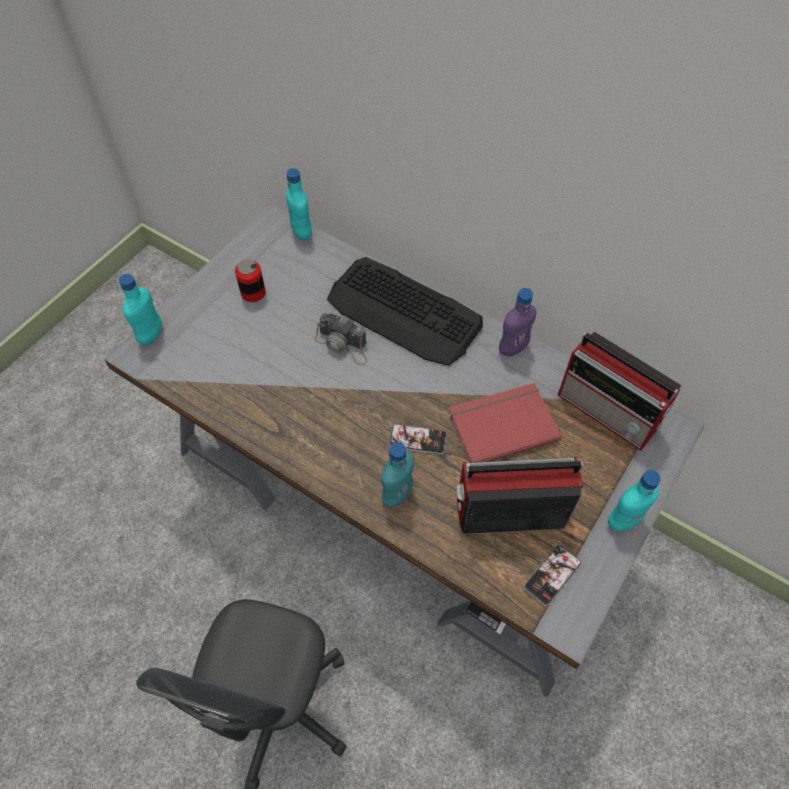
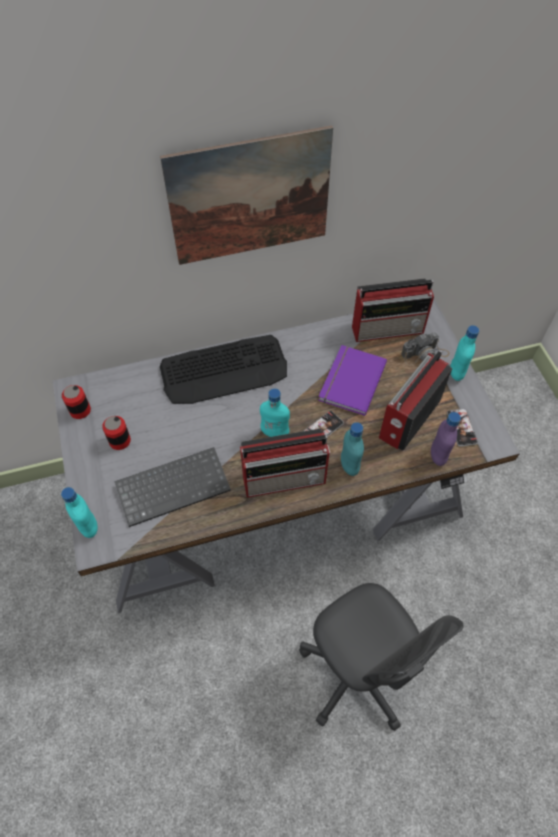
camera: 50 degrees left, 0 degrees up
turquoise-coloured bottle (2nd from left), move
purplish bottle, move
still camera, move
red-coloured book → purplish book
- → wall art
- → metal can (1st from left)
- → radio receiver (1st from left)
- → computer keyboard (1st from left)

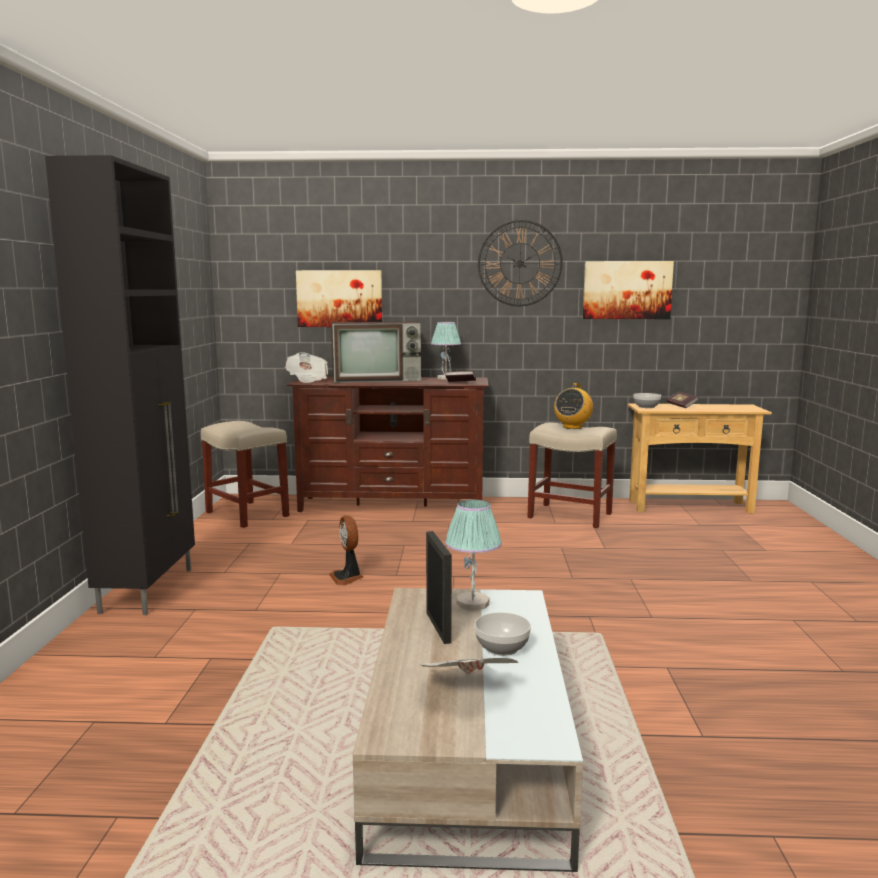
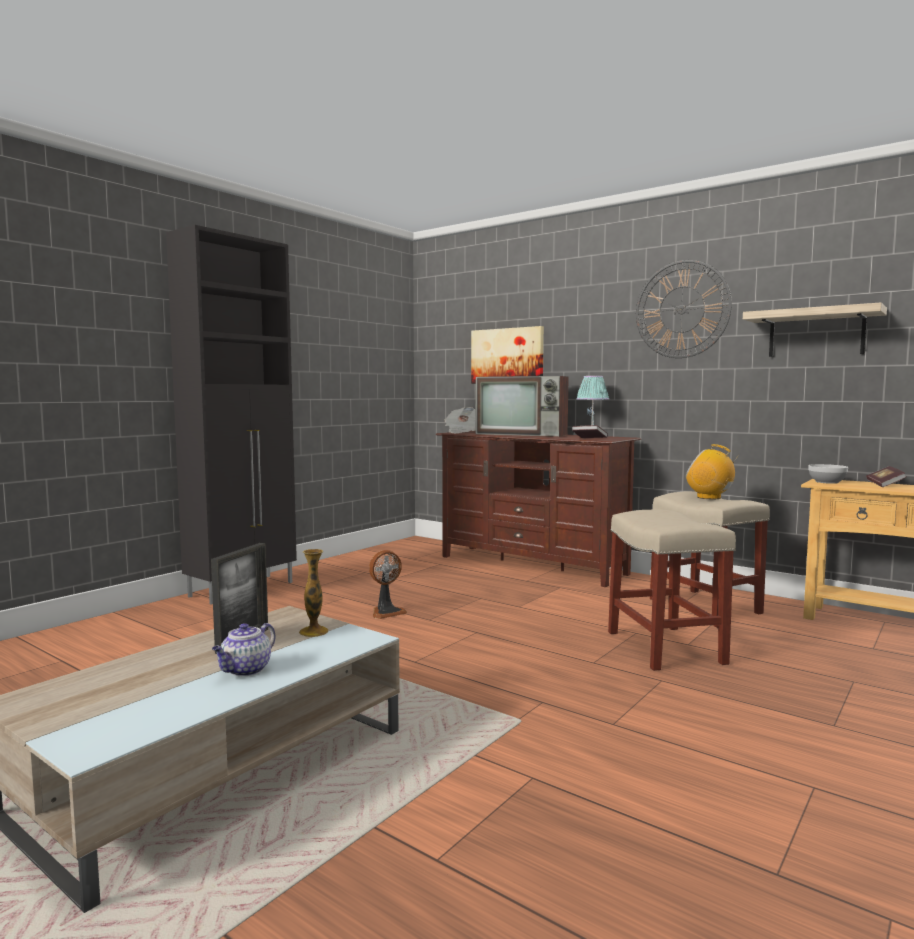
camera: 35 degrees right, 5 degrees down
wall art (2nd from left) → wall shelf
radio receiver, 60 degrees clockwise
beige stool (1st from left), move
lamp for a table (2nd from left) → vase
electric fan, 135 degrees counterclockwise
serving bowl (1st from left) → pot for tea
newspaper (2nd from left) → -

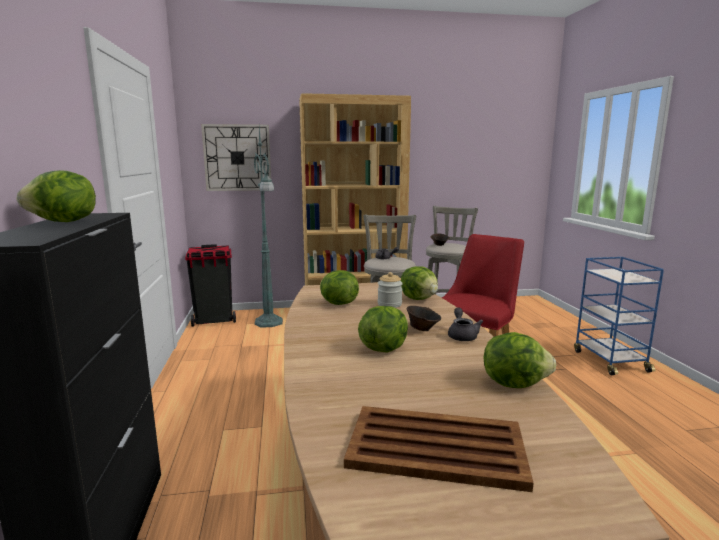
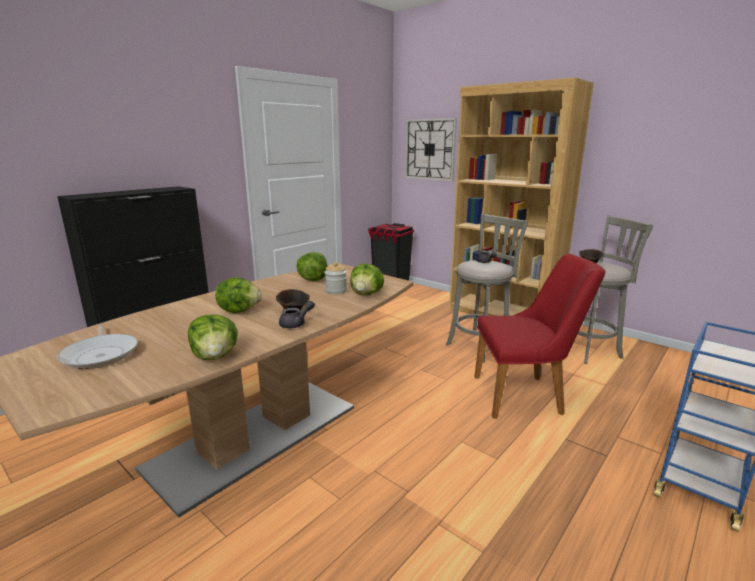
camera: 50 degrees right, 5 degrees up
greenish floor lamp → -
head of lettuce (1st from left) → -
brown-coloured tray → skillet

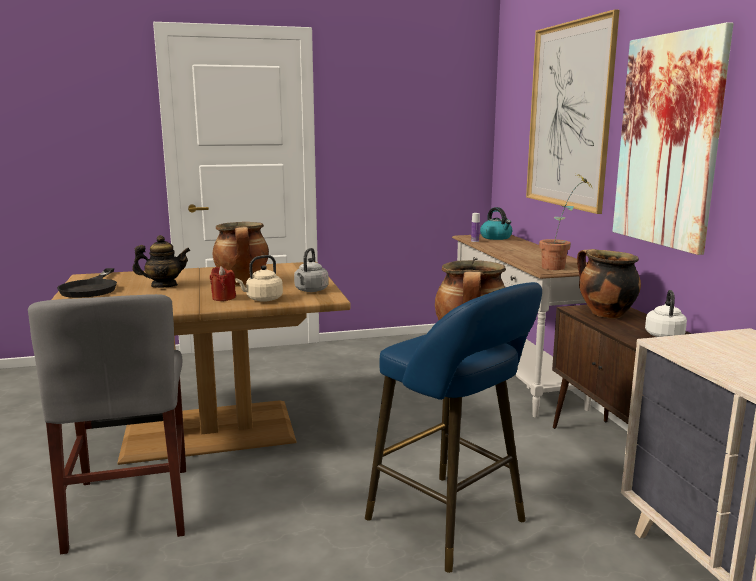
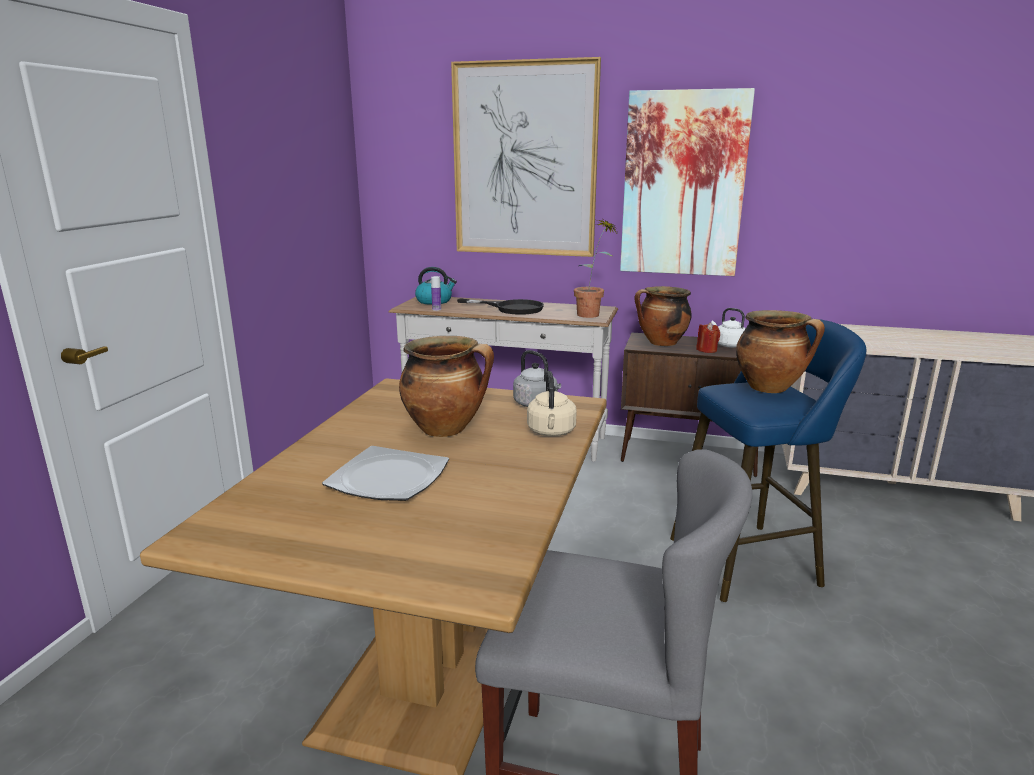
camera: 60 degrees left, 5 degrees up
pot for tea → dinner plate
red-coloured wax candle, move
black-coloured skillet, move

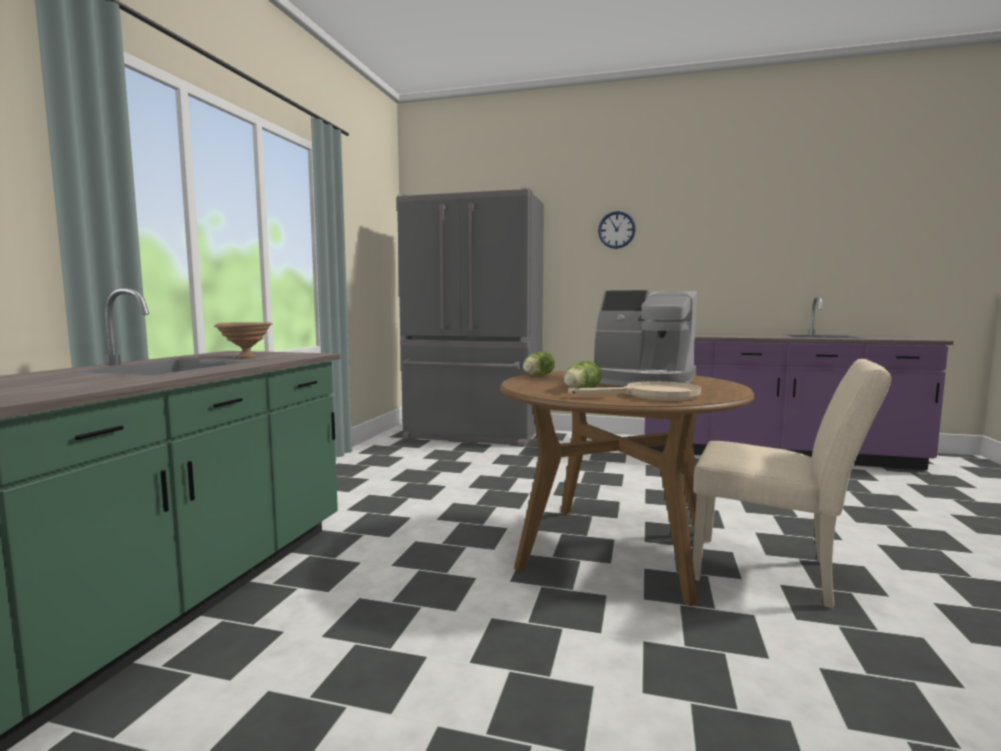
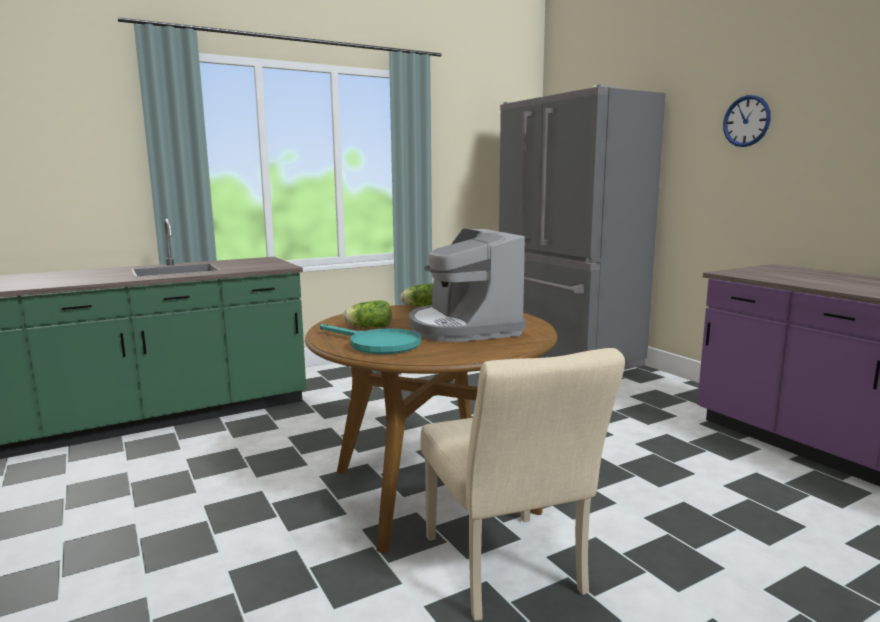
camera: 45 degrees right, 5 degrees up
brown-coloured serving bowl → -
beige skillet → turquoise-coloured skillet

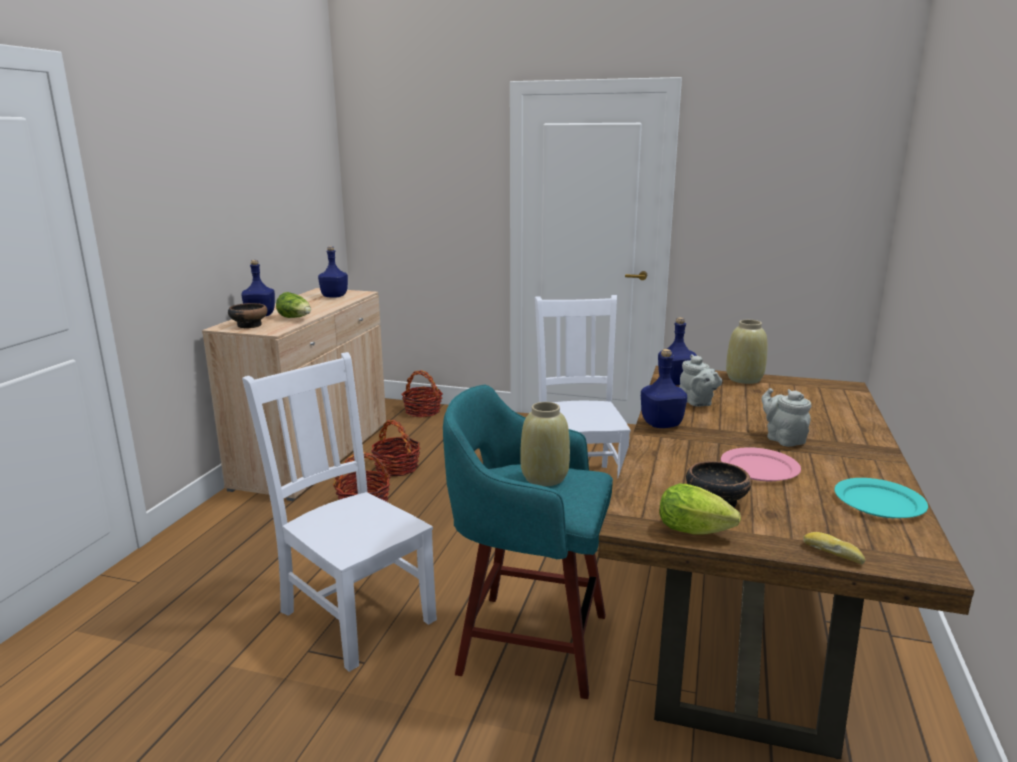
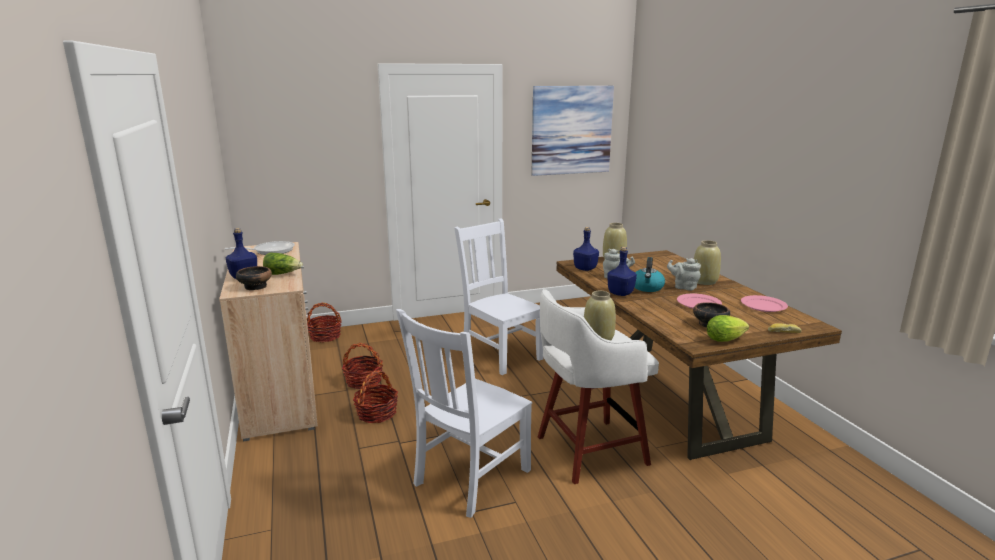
camera: 35 degrees left, 0 degrees up
blue-coloured bottle (2nd from left) → skillet
white-coloured plain chair (1st from left), 60 degrees counterclockwise
turquoise-coloured stool → white-coloured stool
turquoise-coloured dinner plate → pinkish dinner plate (2nd from left)
- → wall art
- → beige vase (3rd from left)
- → tea kettle

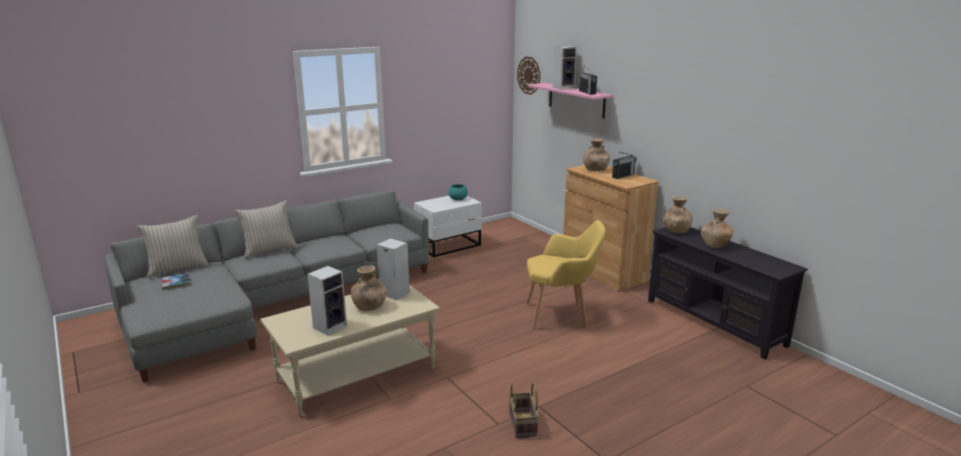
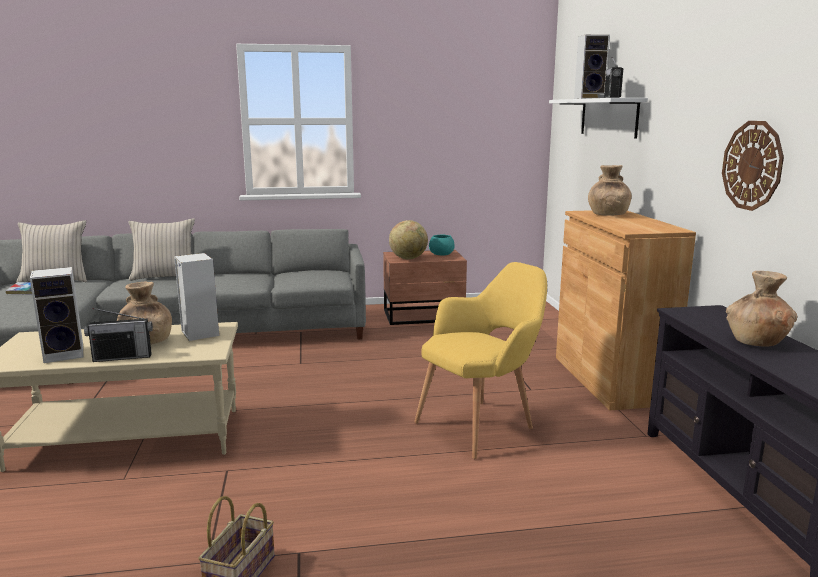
camera: 25 degrees right, 5 degrees down
clock on the wall, move
pinkish wall shelf → white-coloured wall shelf
radio receiver (2nd from left in the first image) → radio receiver (1st from left), move
white-coloured nightstand → brown-coloured nightstand
brown-coloured vase (3rd from left) → -
yellowish easy chair, 60 degrees counterclockwise
- → world globe

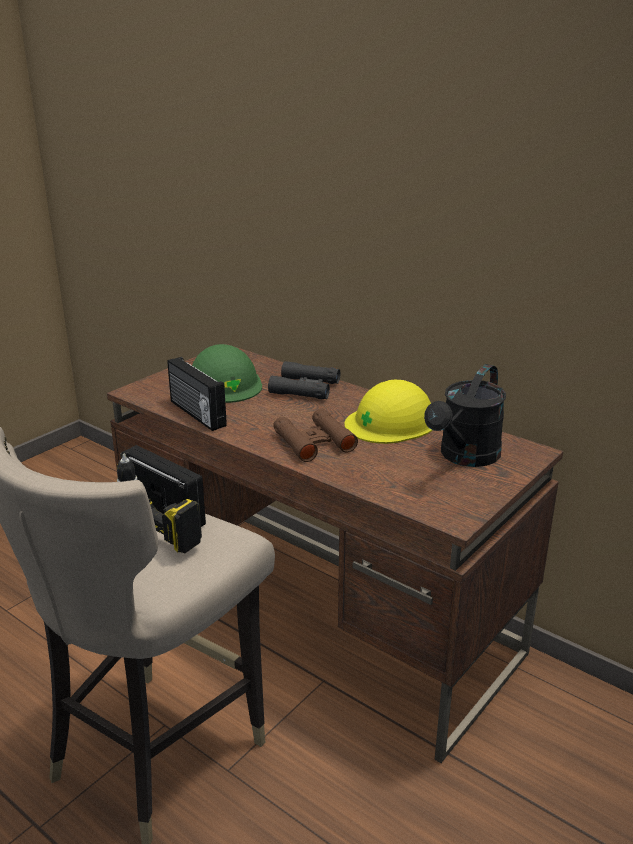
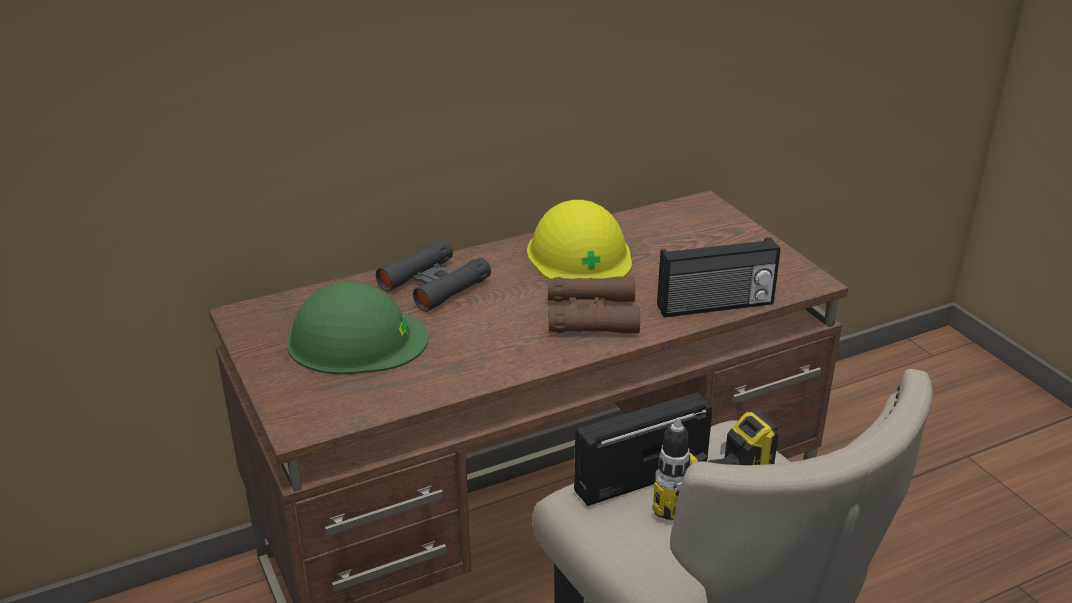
camera: 65 degrees left, 5 degrees up
radio receiver (2nd from left), move
black-coloured watering can → -

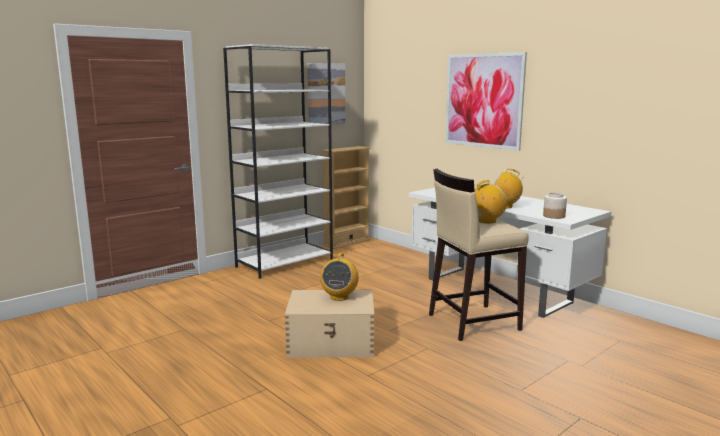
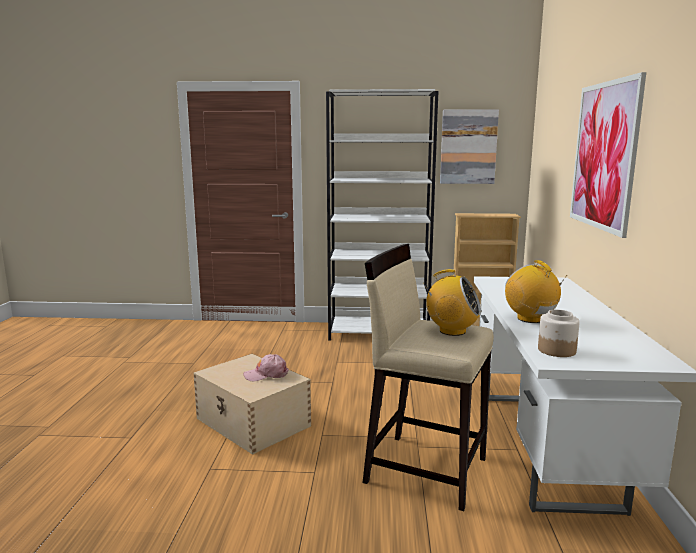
camera: 45 degrees right, 0 degrees up
radio receiver (1st from left) → pinkish baseball cap

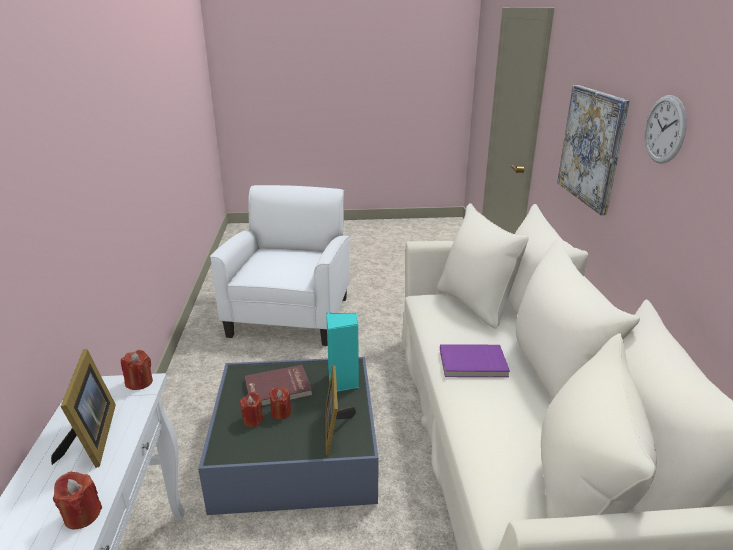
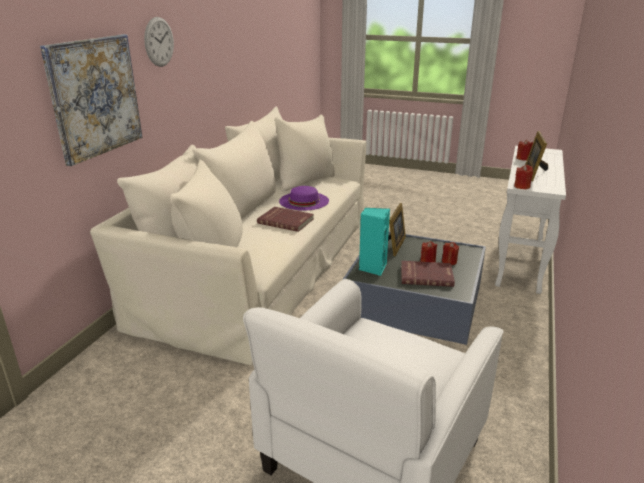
camera: 155 degrees left, 0 degrees up
purplish book → red-coloured book (1st from left)
- → purplish hat

